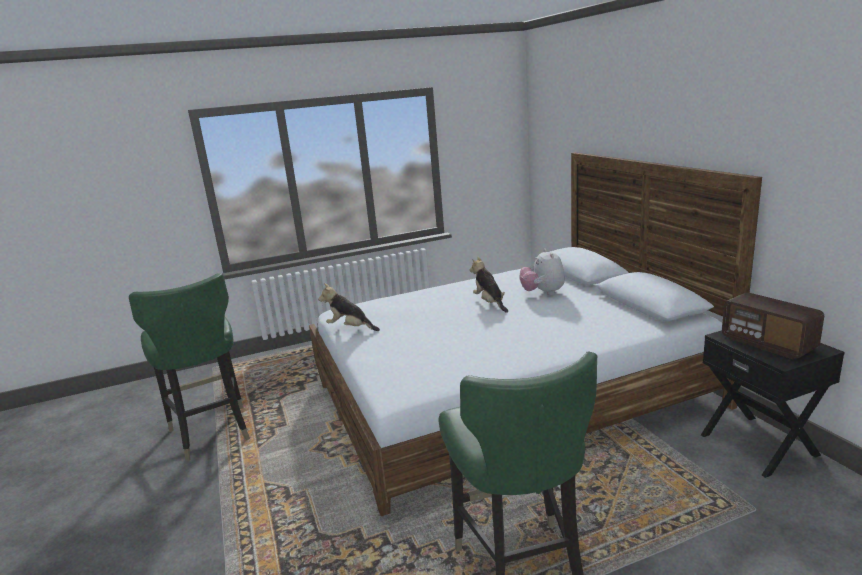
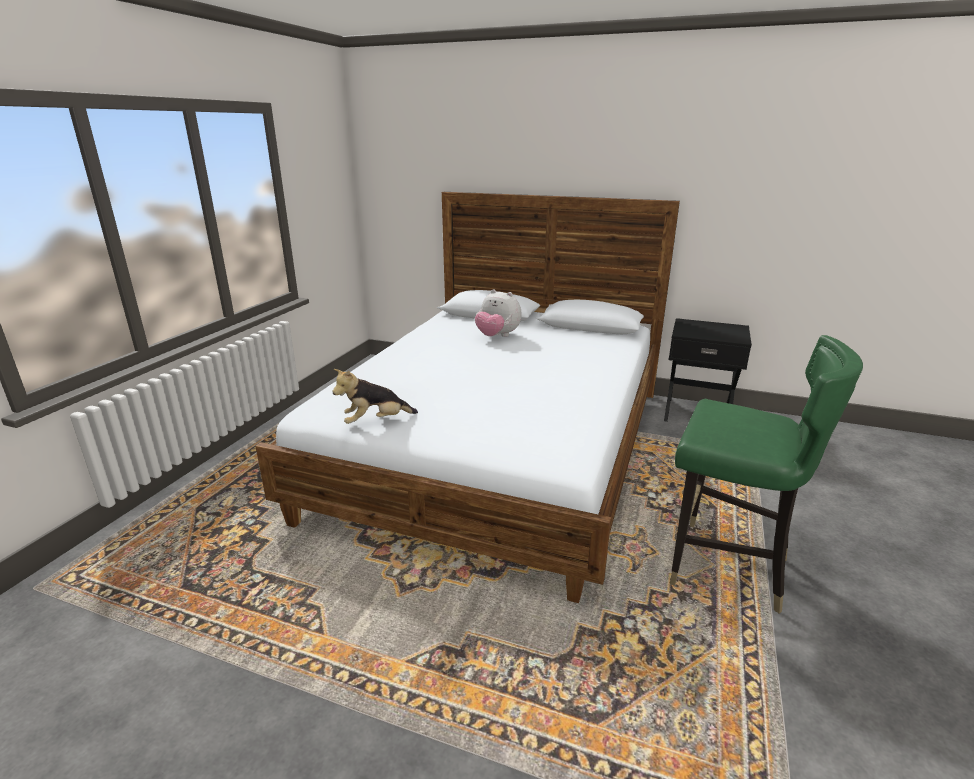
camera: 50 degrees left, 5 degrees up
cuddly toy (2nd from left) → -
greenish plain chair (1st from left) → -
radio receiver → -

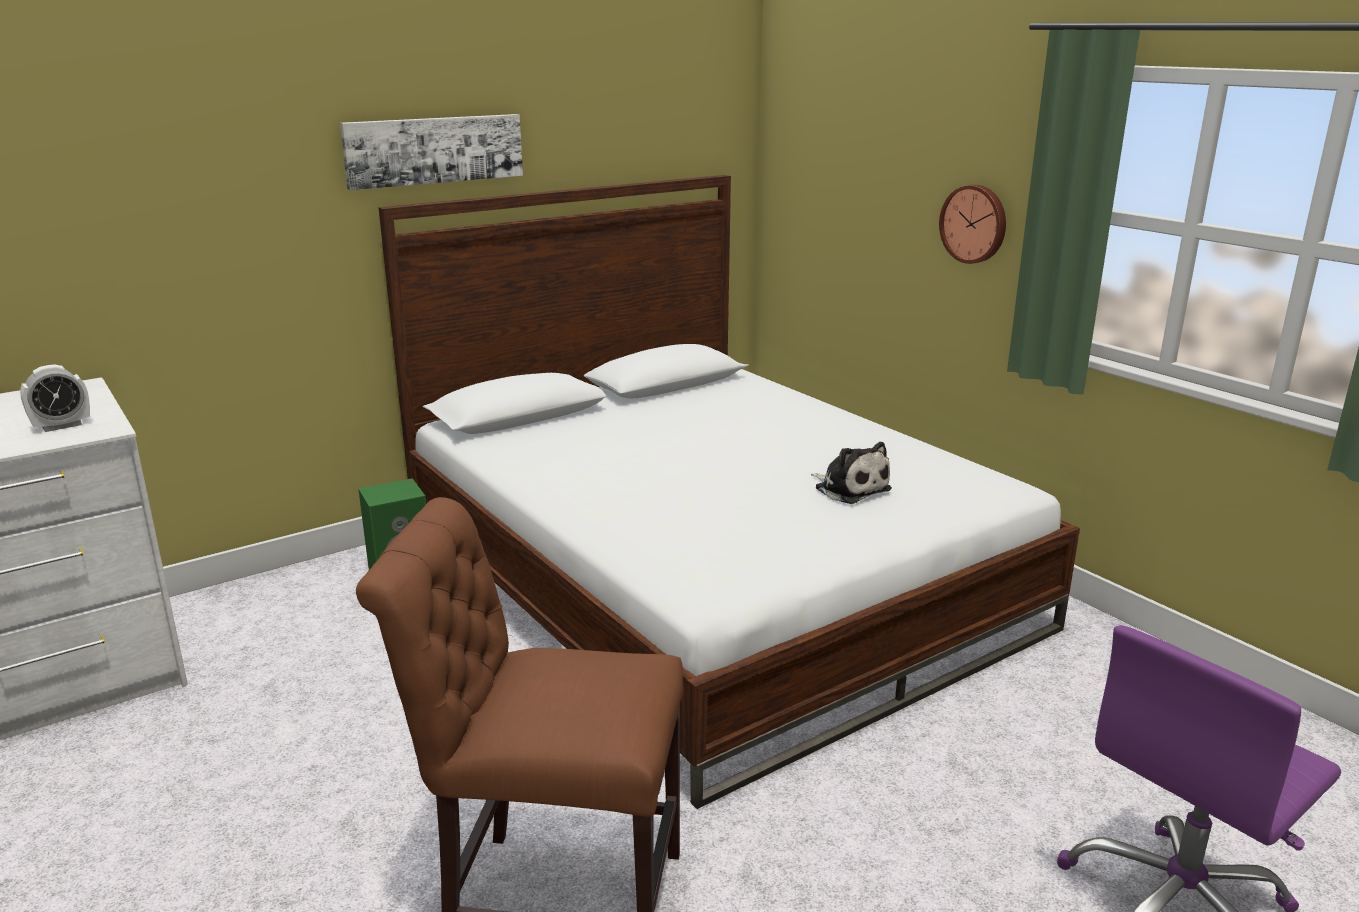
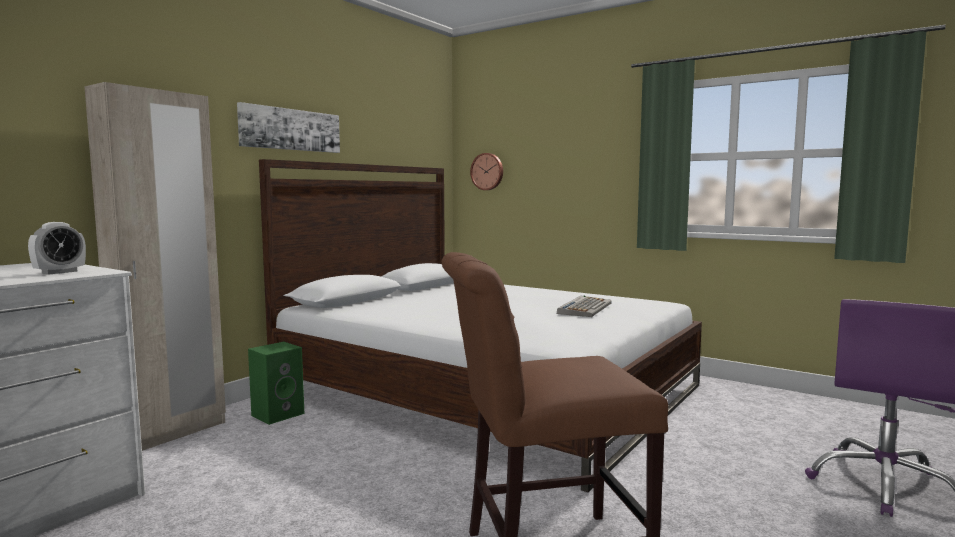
camera: 20 degrees left, 15 degrees down
clock on the wall, move
cuddly toy → computer keyboard
- → beige clothes cupboard

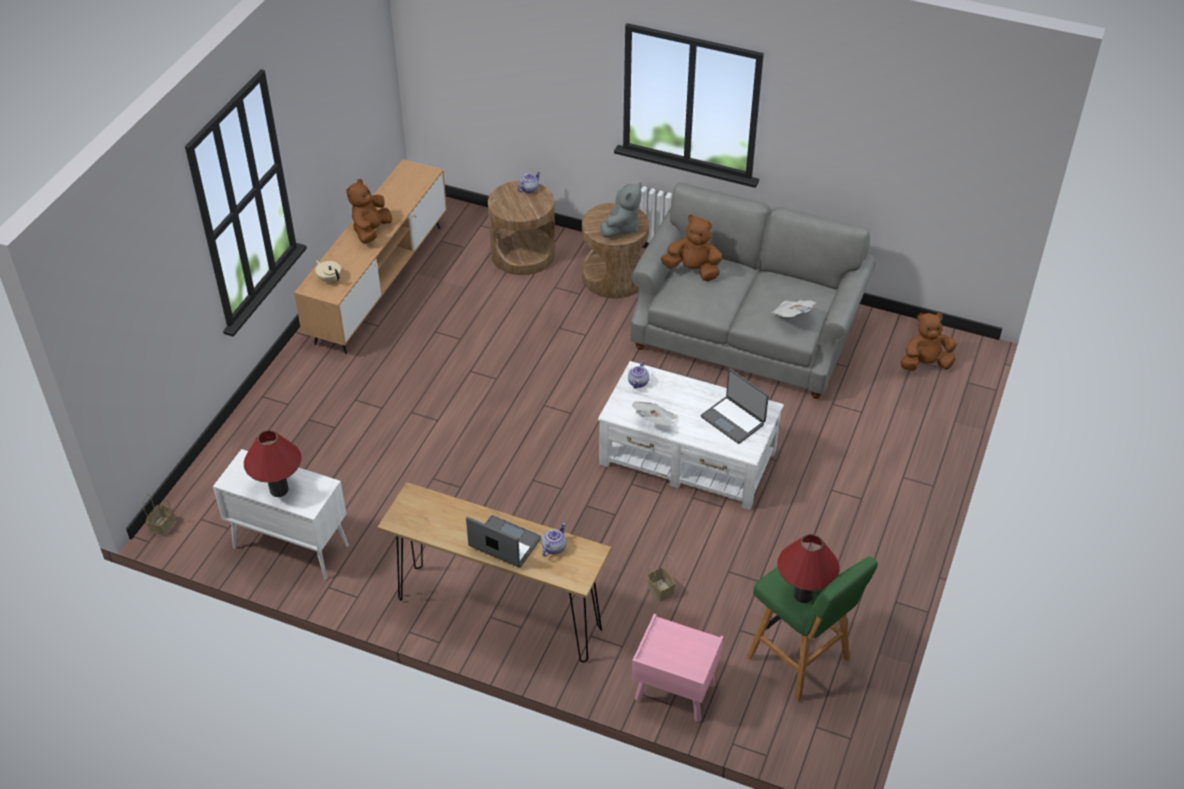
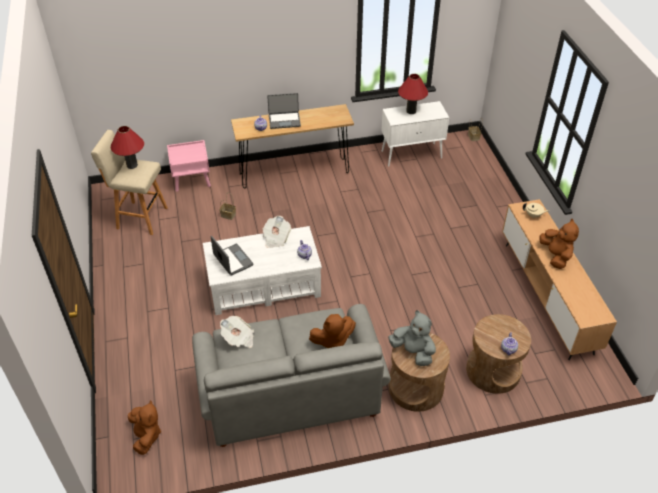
camera: 145 degrees right, 0 degrees up
grey cuddly toy, 135 degrees clockwise
brown-coloured cuddly toy (3rd from left in the first image) → brown-coloured cuddly toy (1st from left), 60 degrees counterclockwise
portable computer (2nd from left in the first image) → portable computer (1st from left), 45 degrees clockwise
greenish stool → beige stool

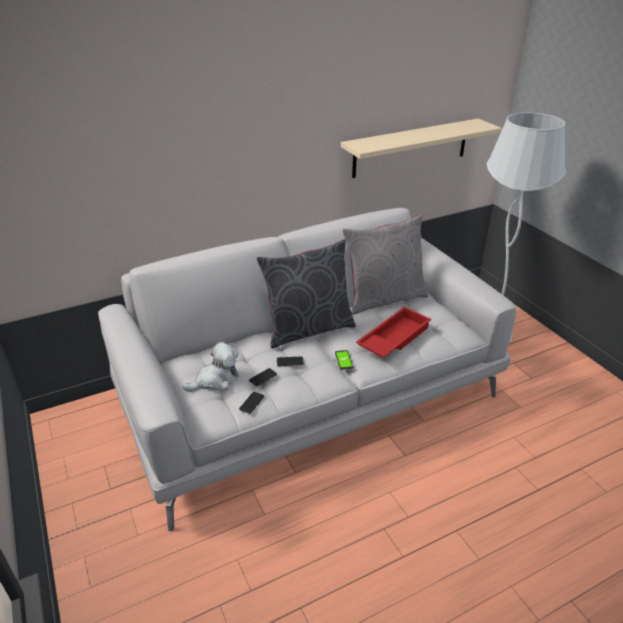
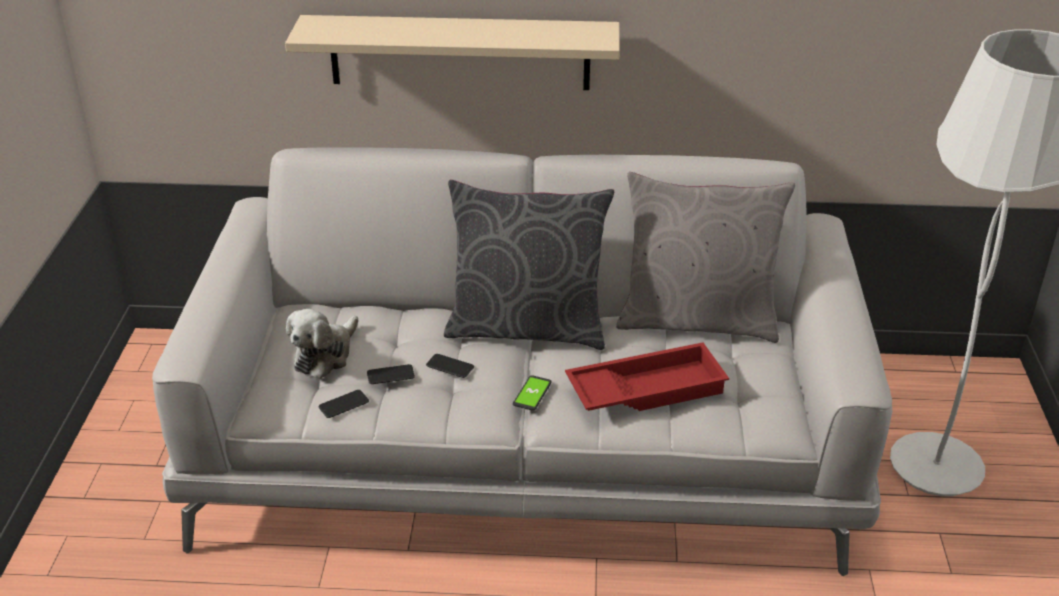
camera: 30 degrees right, 0 degrees up
beige wall shelf, move
cuddly toy, 120 degrees clockwise

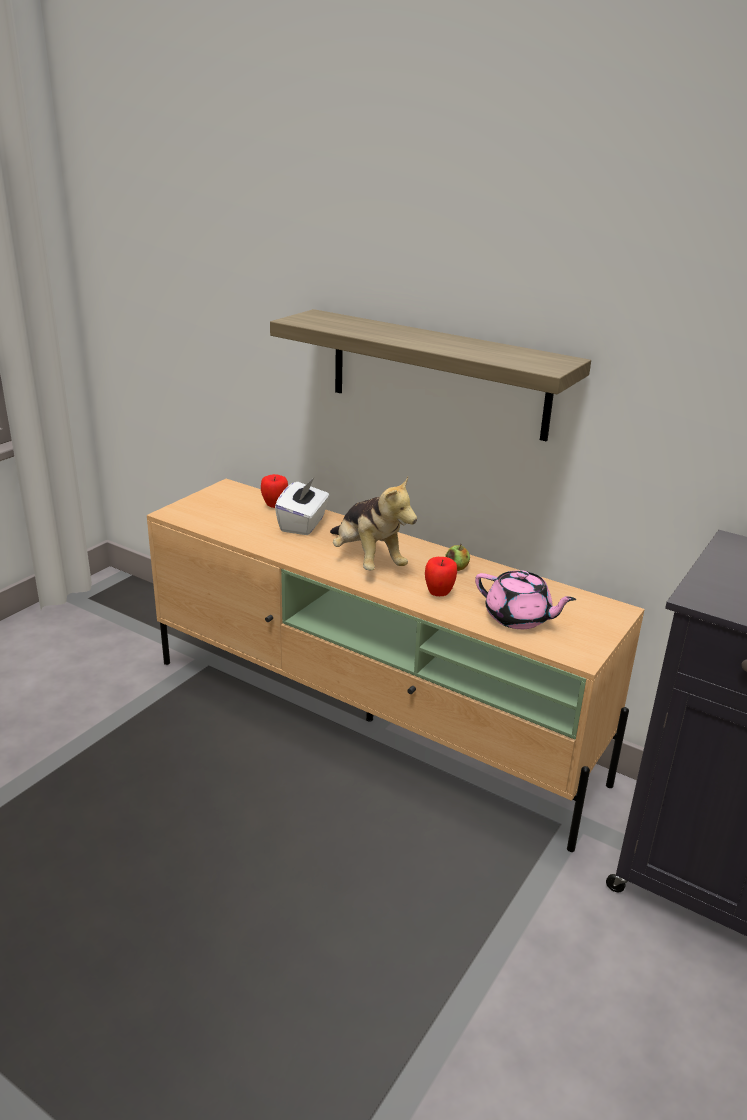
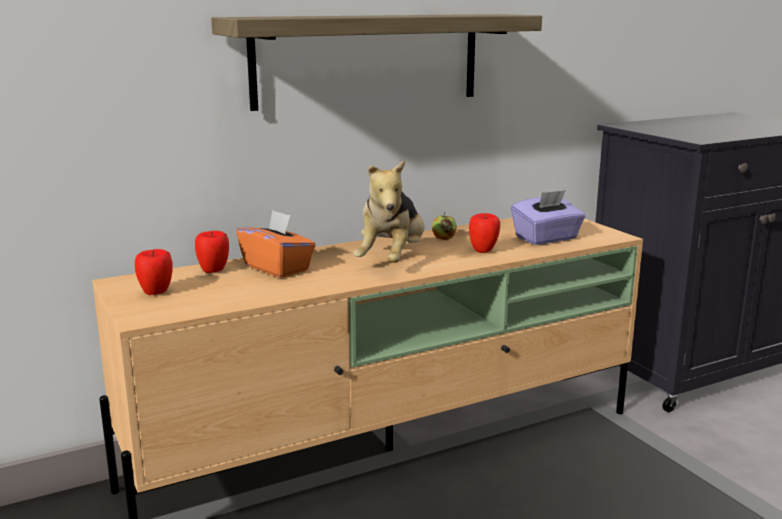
camera: 60 degrees left, 10 degrees down
cuddly toy, 105 degrees clockwise
white-coloured box of tissues → orange box of tissues
pinkish pot for tea → purplish box of tissues
- → apple fruit (1st from left)

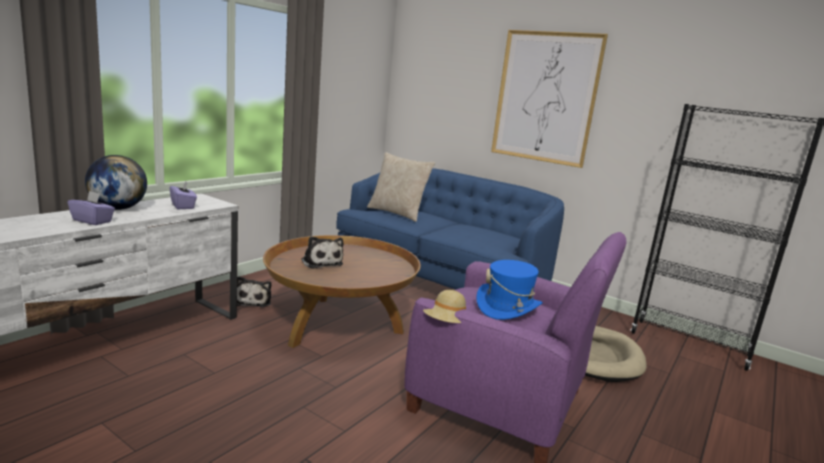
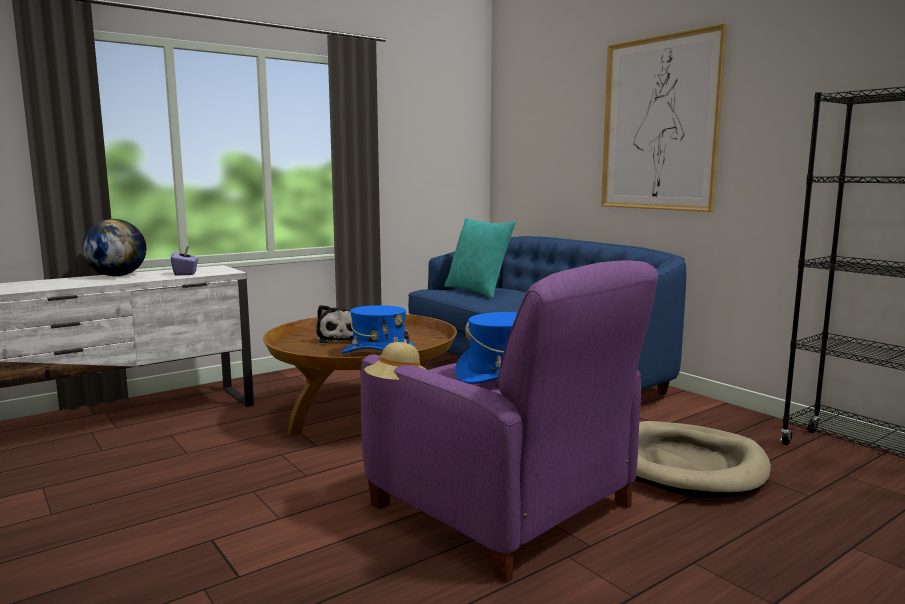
camera: 20 degrees right, 5 degrees down
beige pillow → turquoise-coloured pillow
purplish box of tissues (1st from left) → -
cuddly toy (1st from left) → -
- → blue-coloured hat (1st from left)

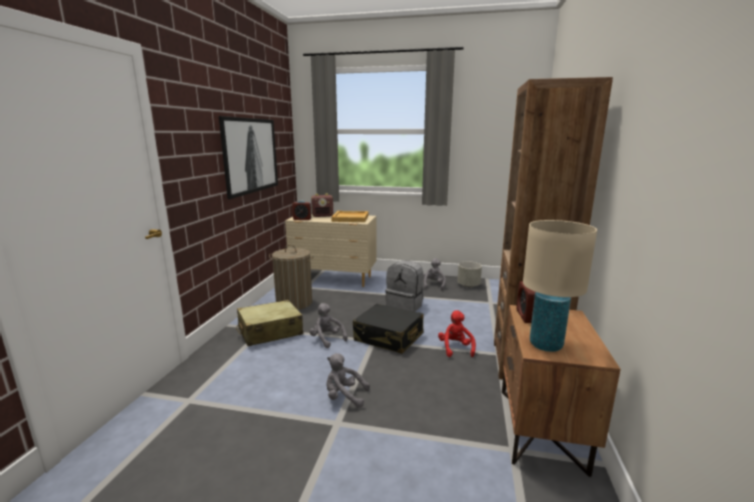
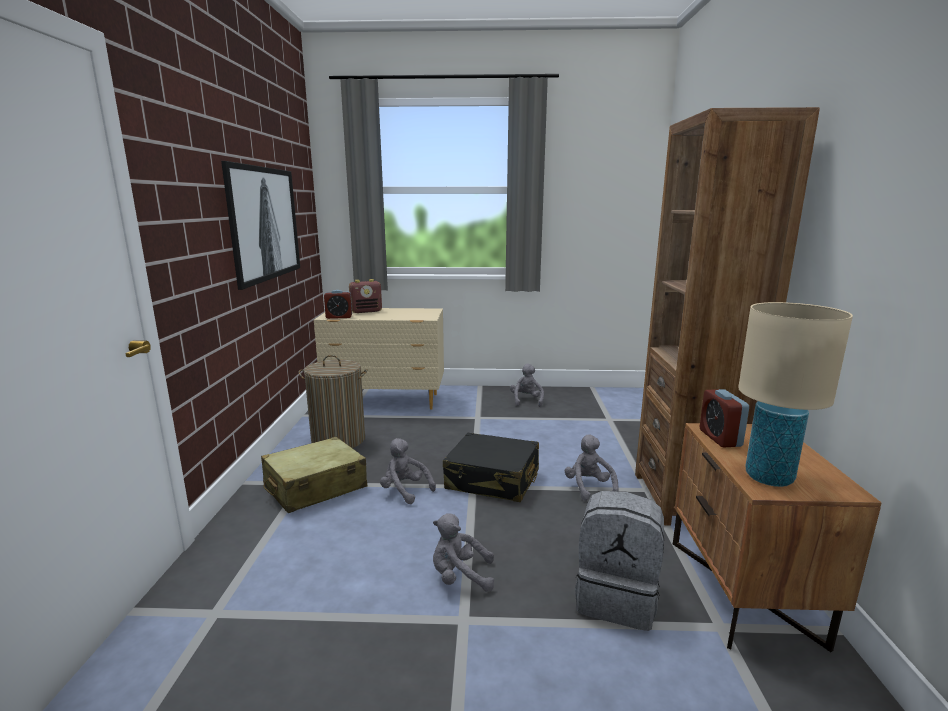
camera: 10 degrees left, 0 degrees up
beige tray → -
grey rucksack, move
grey flower pot → -
red-coloured cuddly toy → grey cuddly toy (4th from left)

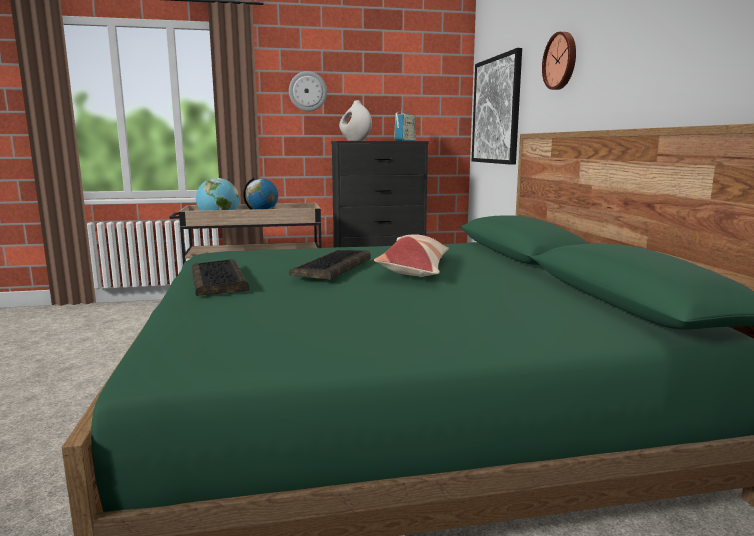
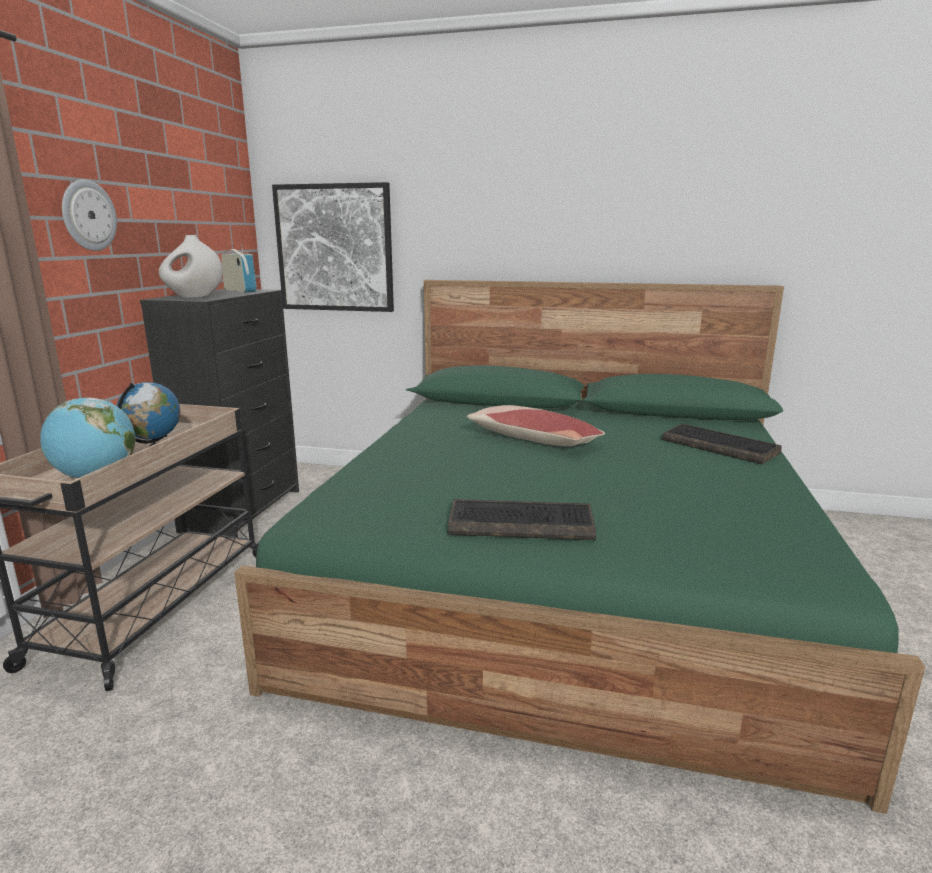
camera: 65 degrees left, 5 degrees up
clock on the wall (2nd from left) → -
computer keyboard (2nd from left), move

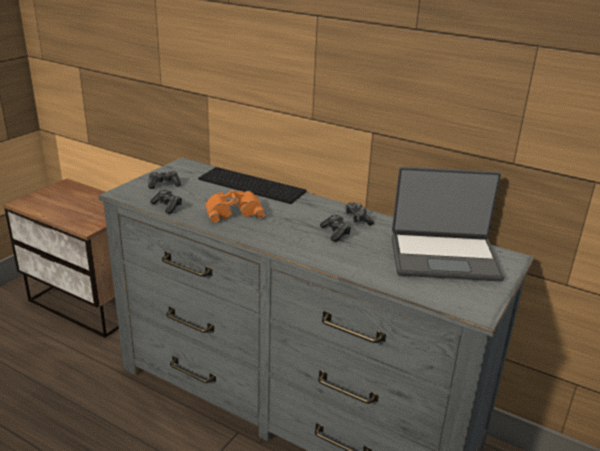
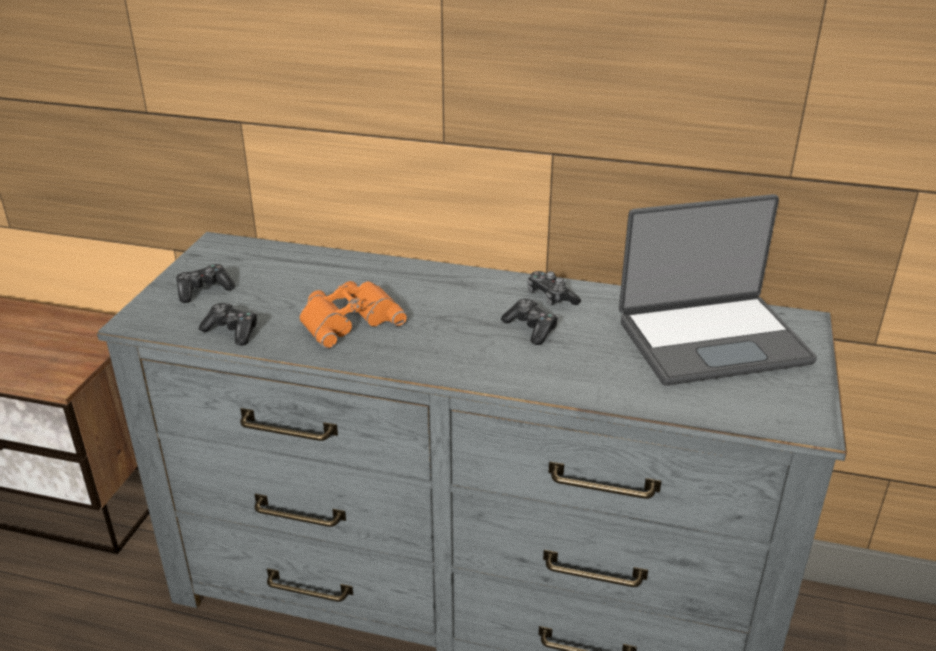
camera: 15 degrees left, 5 degrees up
computer keyboard → -

